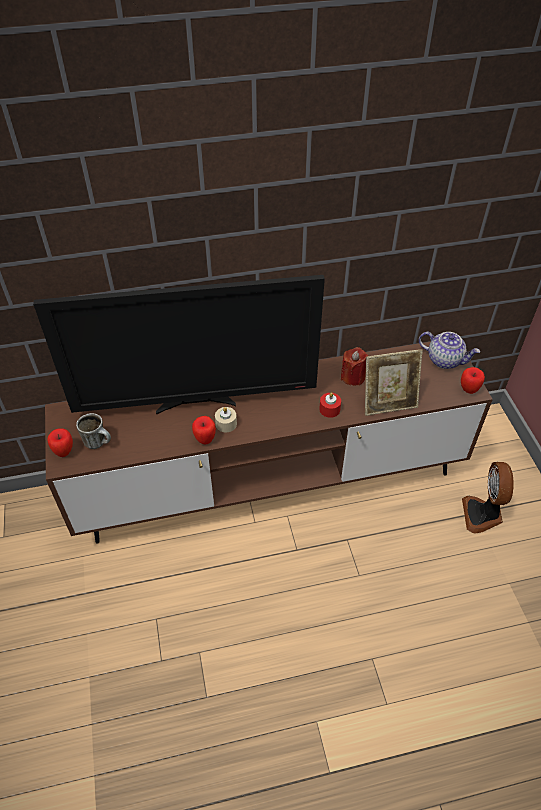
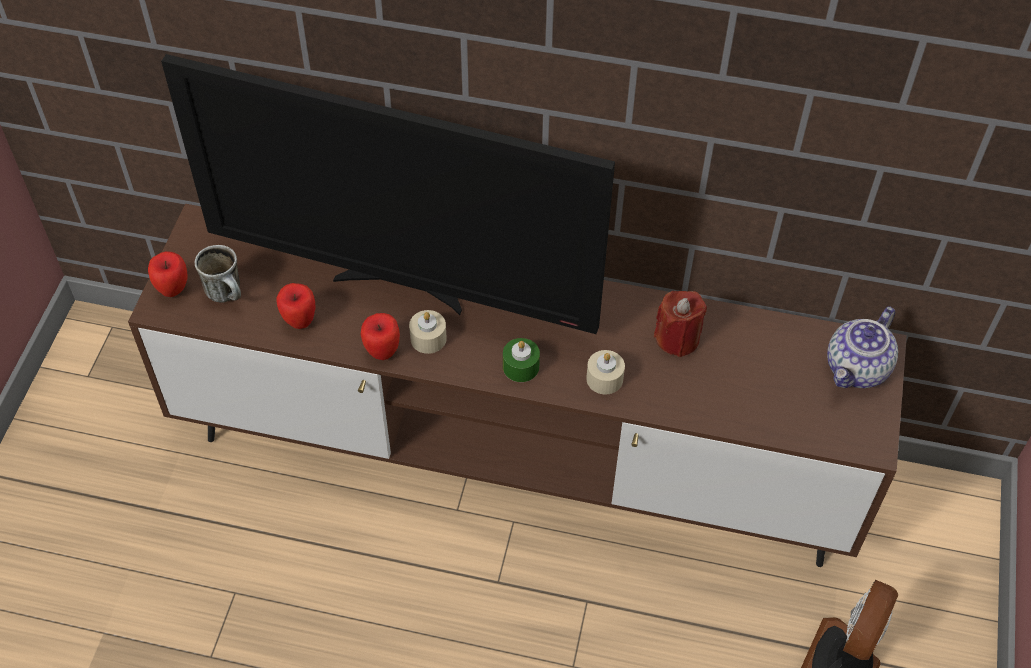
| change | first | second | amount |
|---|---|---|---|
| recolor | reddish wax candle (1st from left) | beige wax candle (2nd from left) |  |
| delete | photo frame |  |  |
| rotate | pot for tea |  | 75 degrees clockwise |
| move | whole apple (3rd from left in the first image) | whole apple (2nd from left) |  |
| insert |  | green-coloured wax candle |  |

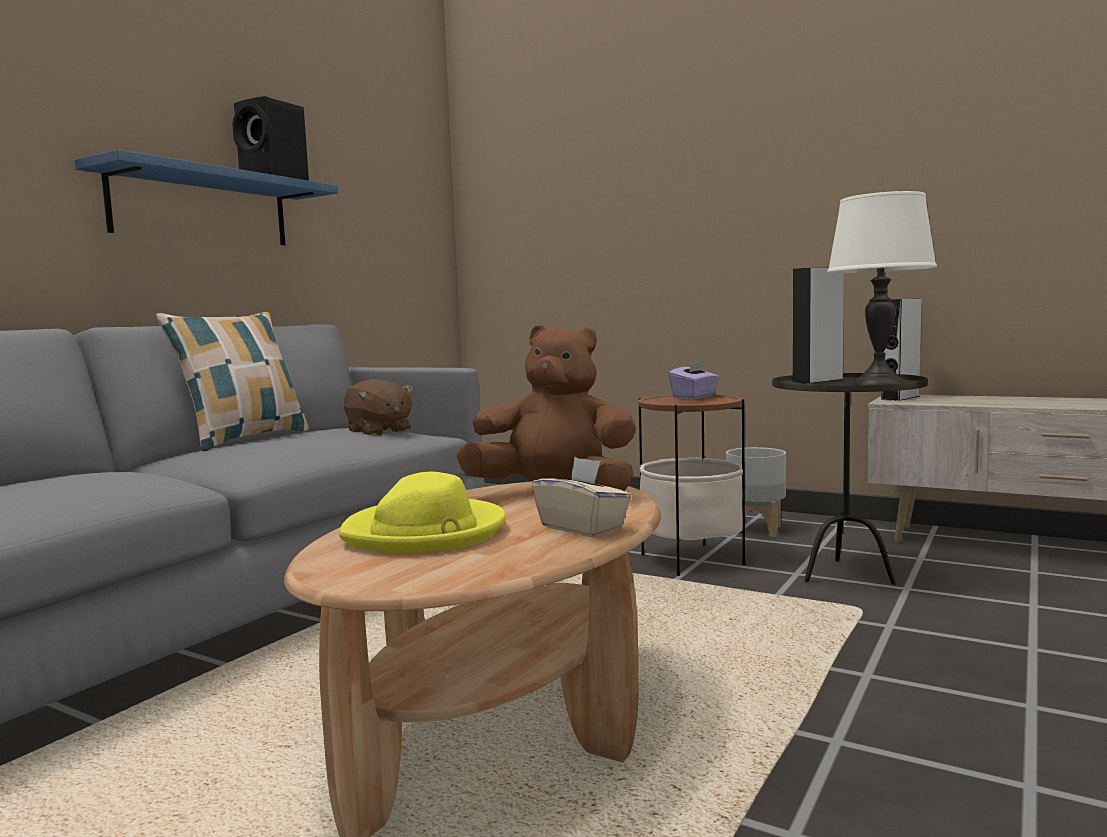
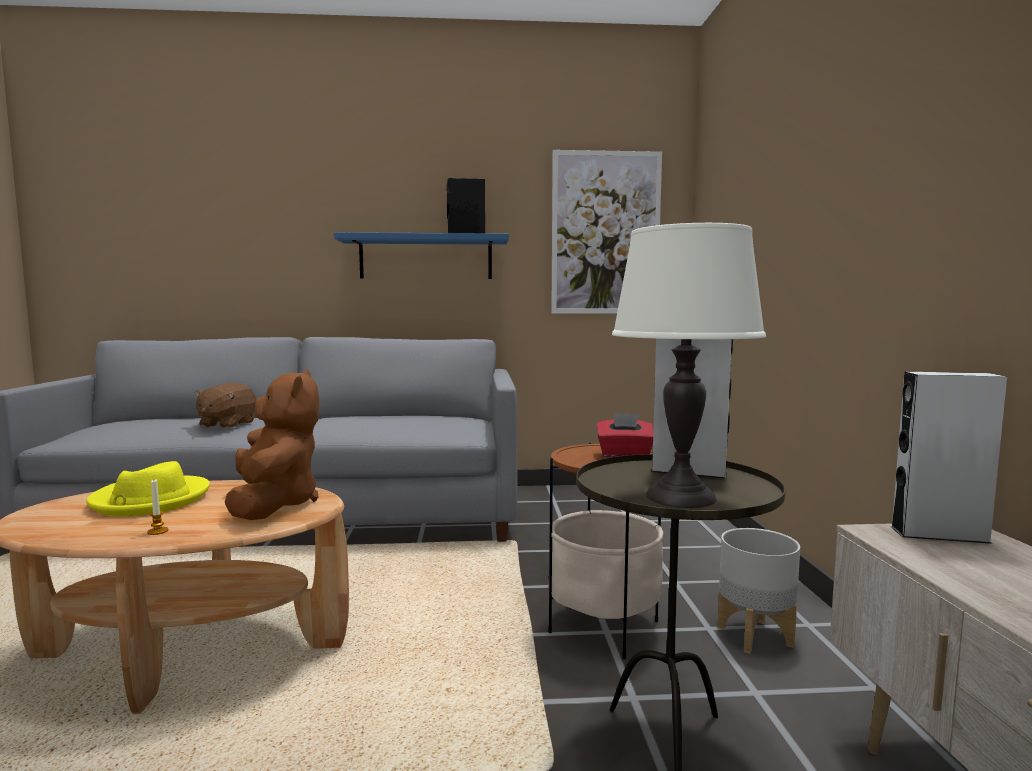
| change | first | second | amount |
|---|---|---|---|
| delete | pillow |  |  |
| move | brown-coloured soft toy (1st from left) |  |  |
| replace | beige tissue holder | wax candle |  |
| recolor | purple-coloured tissue holder | reddish tissue holder |  |
| insert |  | wall picture |  |

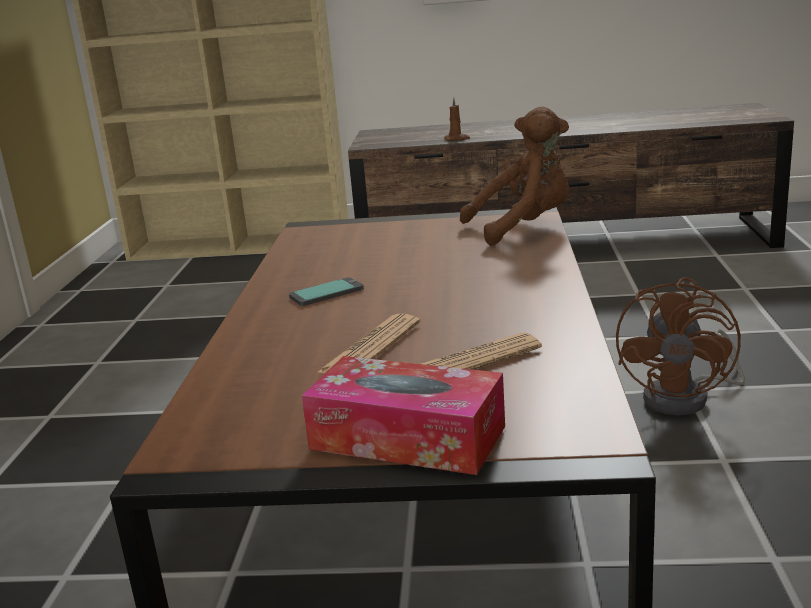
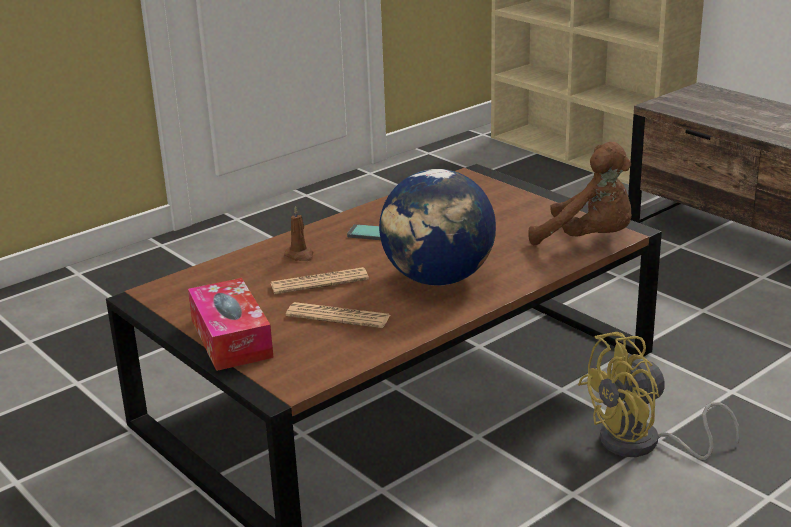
| change | first | second | amount |
|---|---|---|---|
| move | brown-coloured wax candle |  |  |
| recolor | brown-coloured fan | yellow fan |  |
| insert |  | world globe |  |

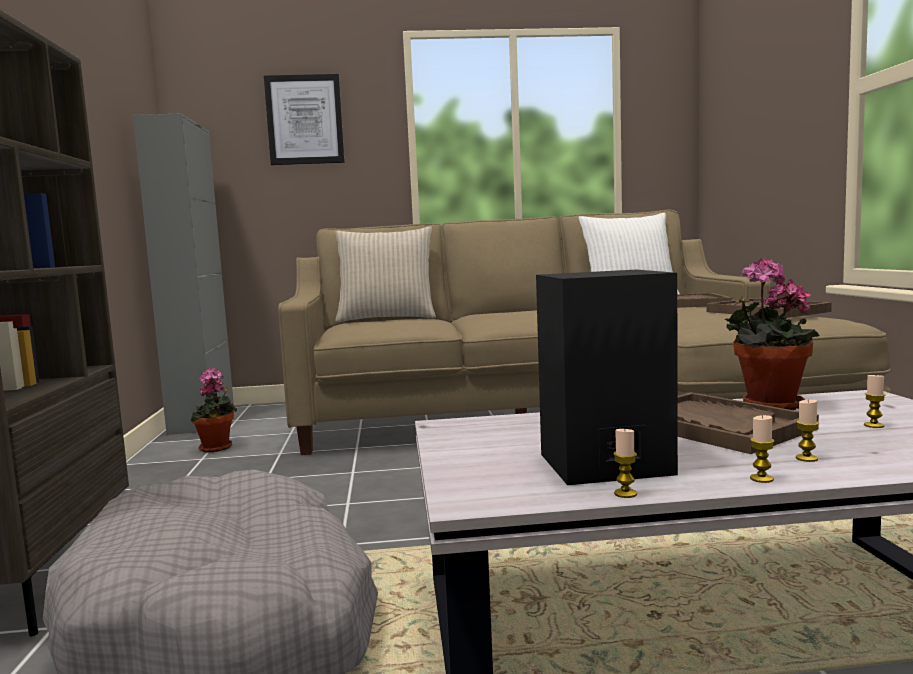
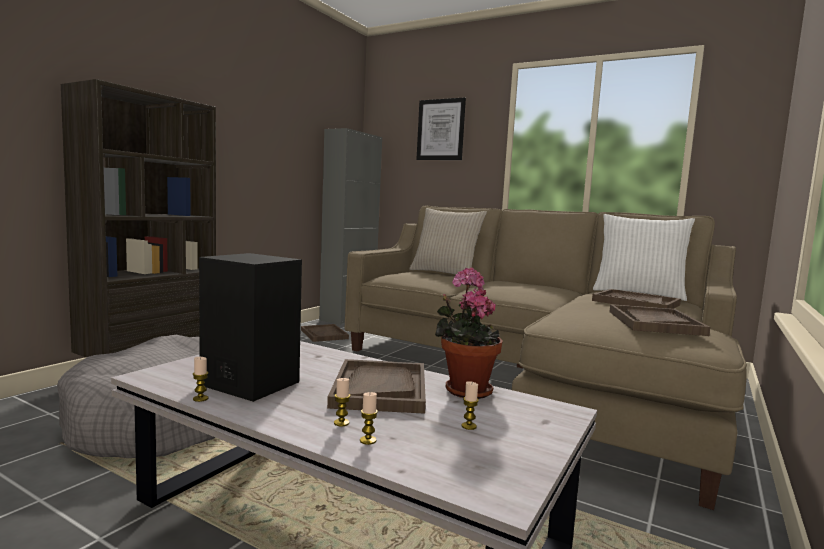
| change | first | second | amount |
|---|---|---|---|
| replace | houseplant (1st from left) | brown-coloured tray (1st from left) |  |
| move | wax candle (2nd from left in the first image) | wax candle (3rd from left) |  |

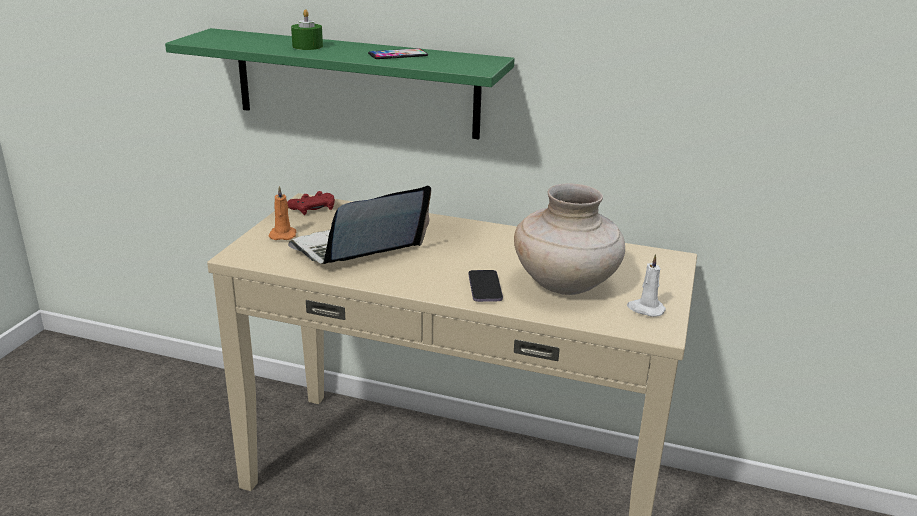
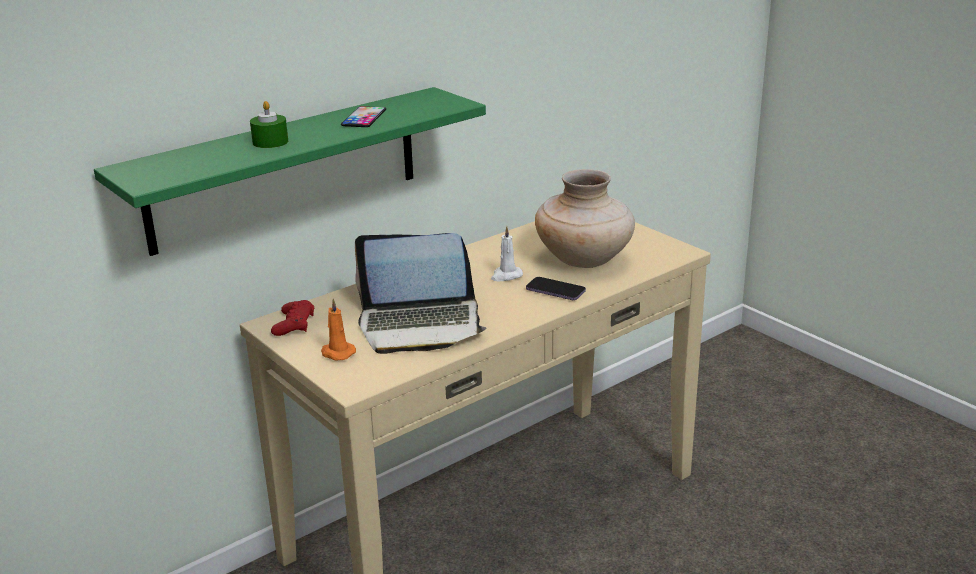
| change | first | second | amount |
|---|---|---|---|
| rotate | portable computer |  | 90 degrees counterclockwise |
| move | white-coloured wax candle |  |  |

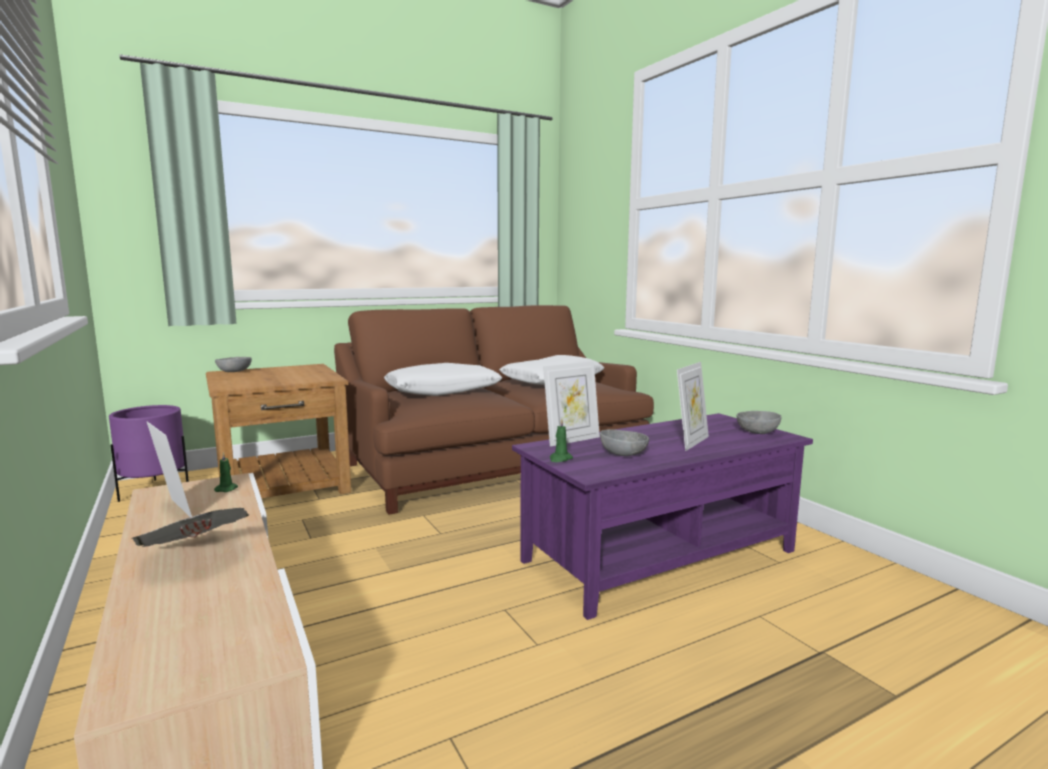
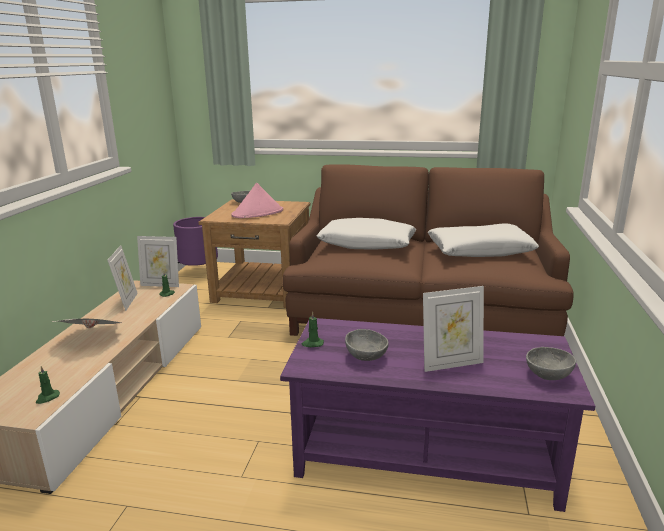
| change | first | second | amount |
|---|---|---|---|
| move | photo frame (2nd from left) |  |  |
| insert |  | green-coloured wax candle (1st from left) |  |
| insert |  | pink-coloured wearable hat |  |

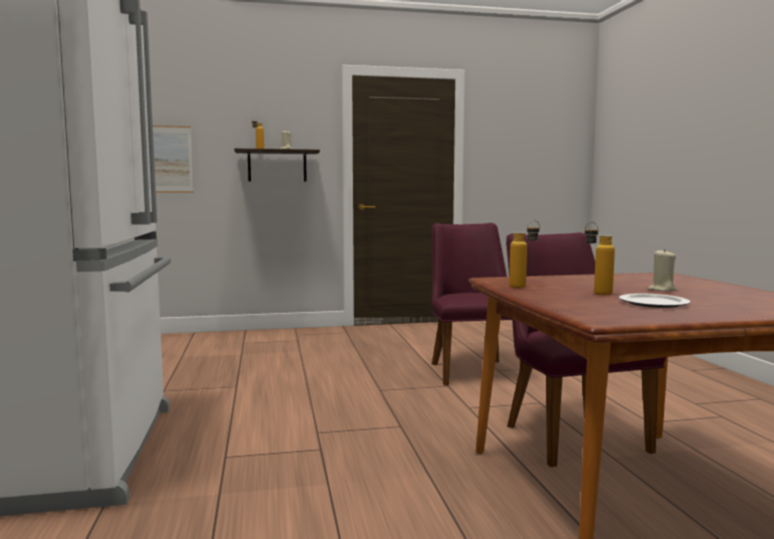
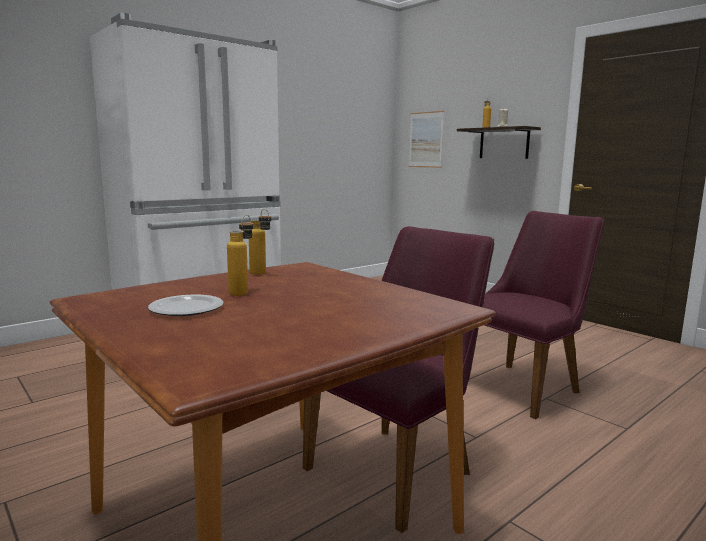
| change | first | second | amount |
|---|---|---|---|
| delete | beige wax candle (2nd from left) |  |  |

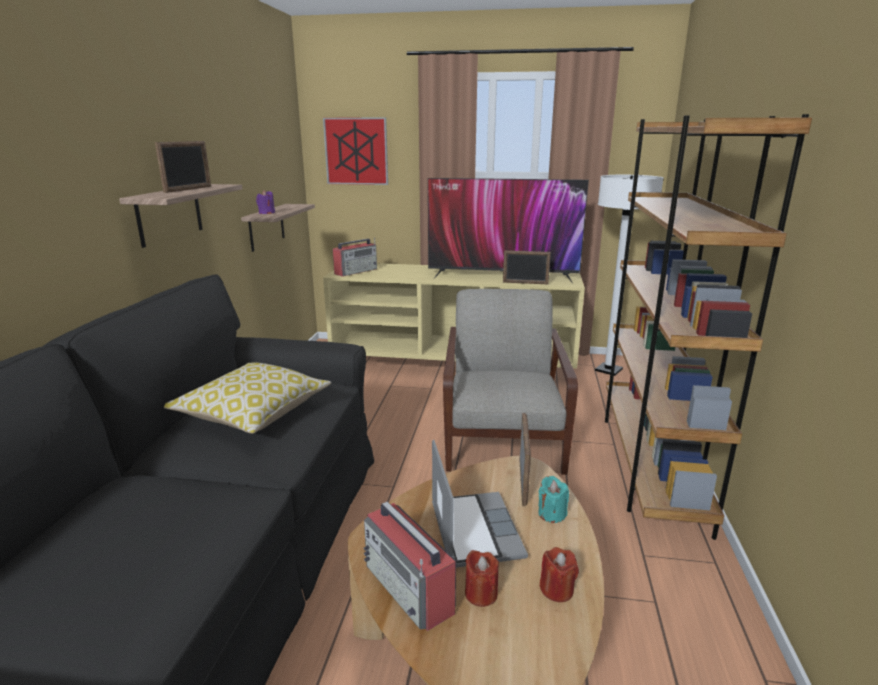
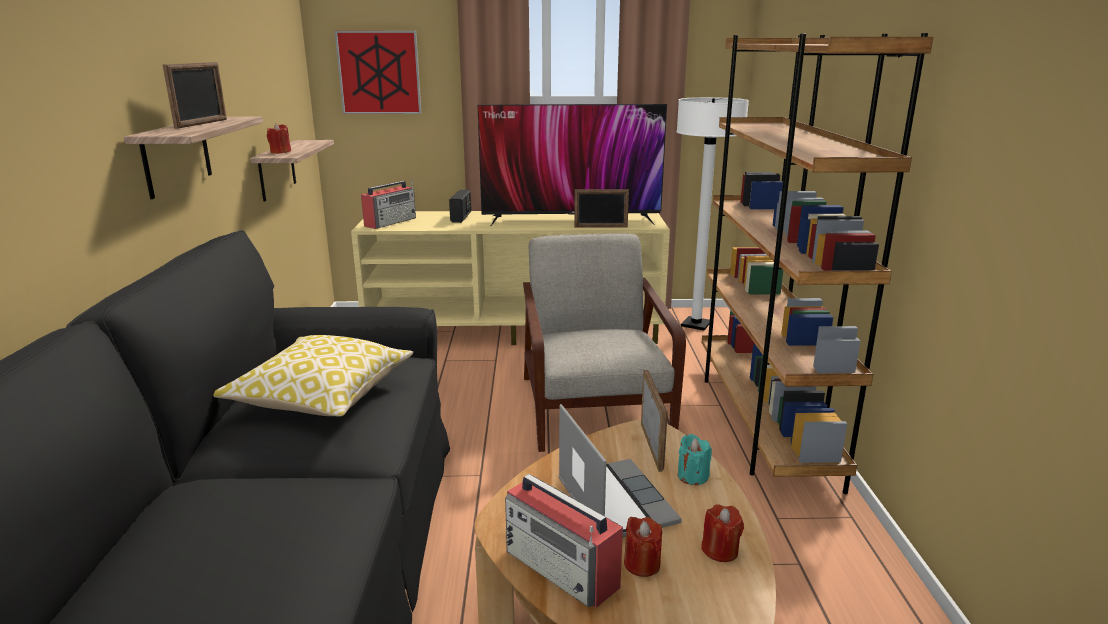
| change | first | second | amount |
|---|---|---|---|
| recolor | purple-coloured wax candle | reddish wax candle (1st from left) |  |
| insert |  | radio receiver (2nd from left) |  |

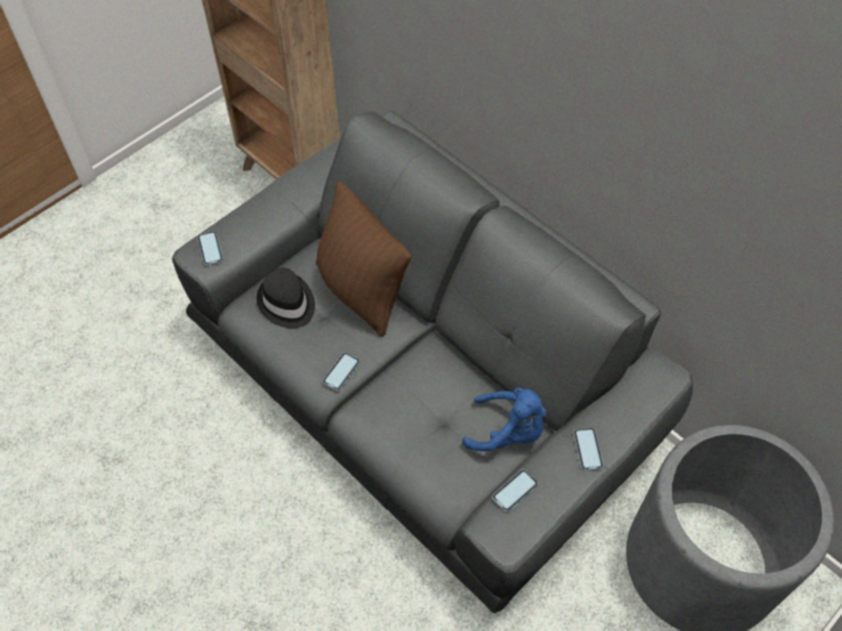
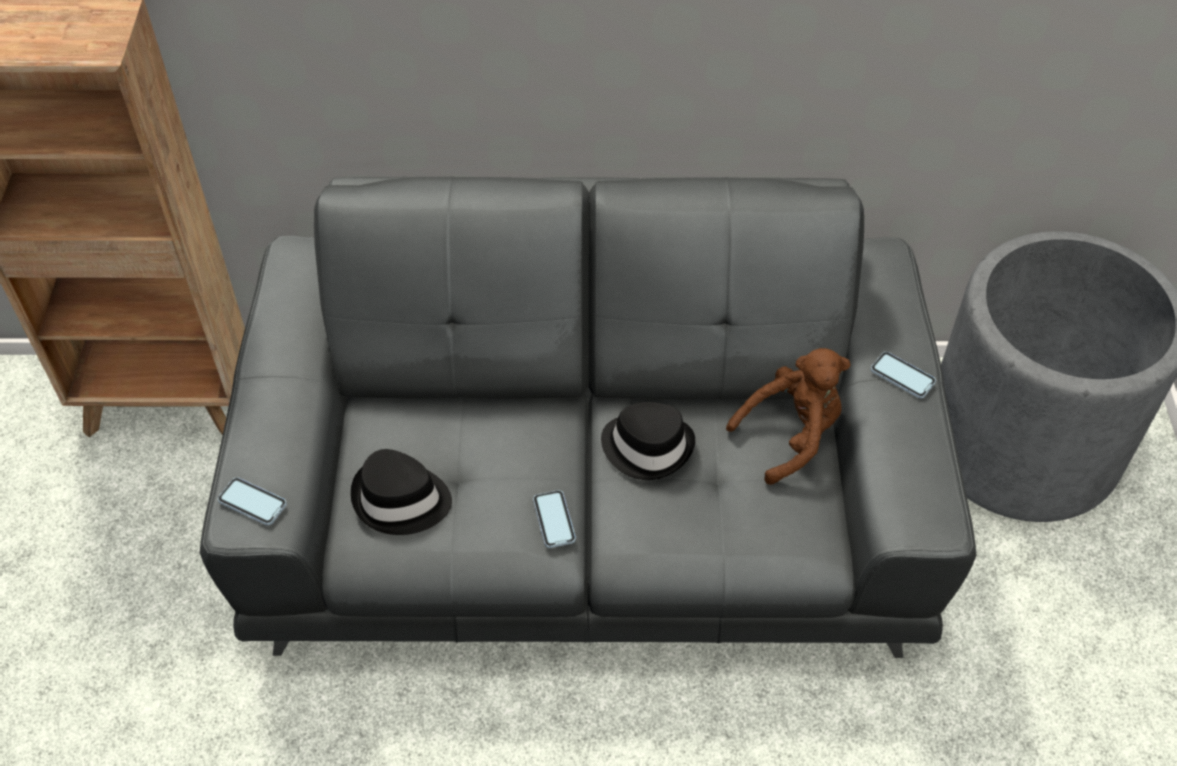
| change | first | second | amount |
|---|---|---|---|
| delete | brown-coloured pillow |  |  |
| recolor | blue-coloured soft toy | brown-coloured soft toy |  |
| delete | phone (3rd from left) |  |  |
| insert |  | blackish wearable hat (2nd from left) |  |

